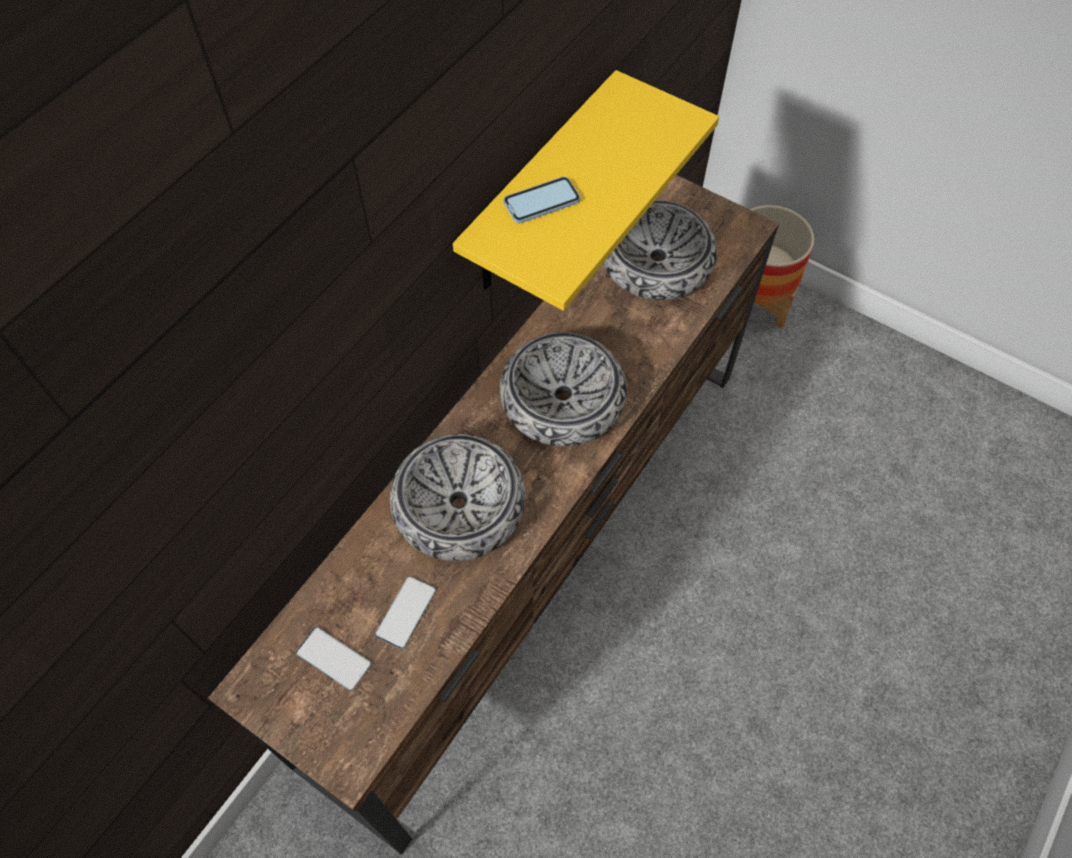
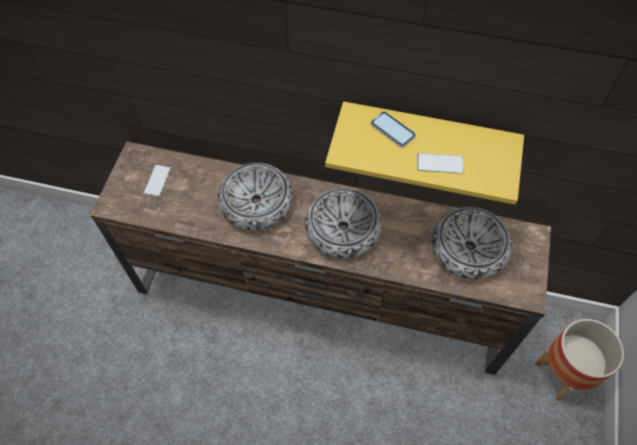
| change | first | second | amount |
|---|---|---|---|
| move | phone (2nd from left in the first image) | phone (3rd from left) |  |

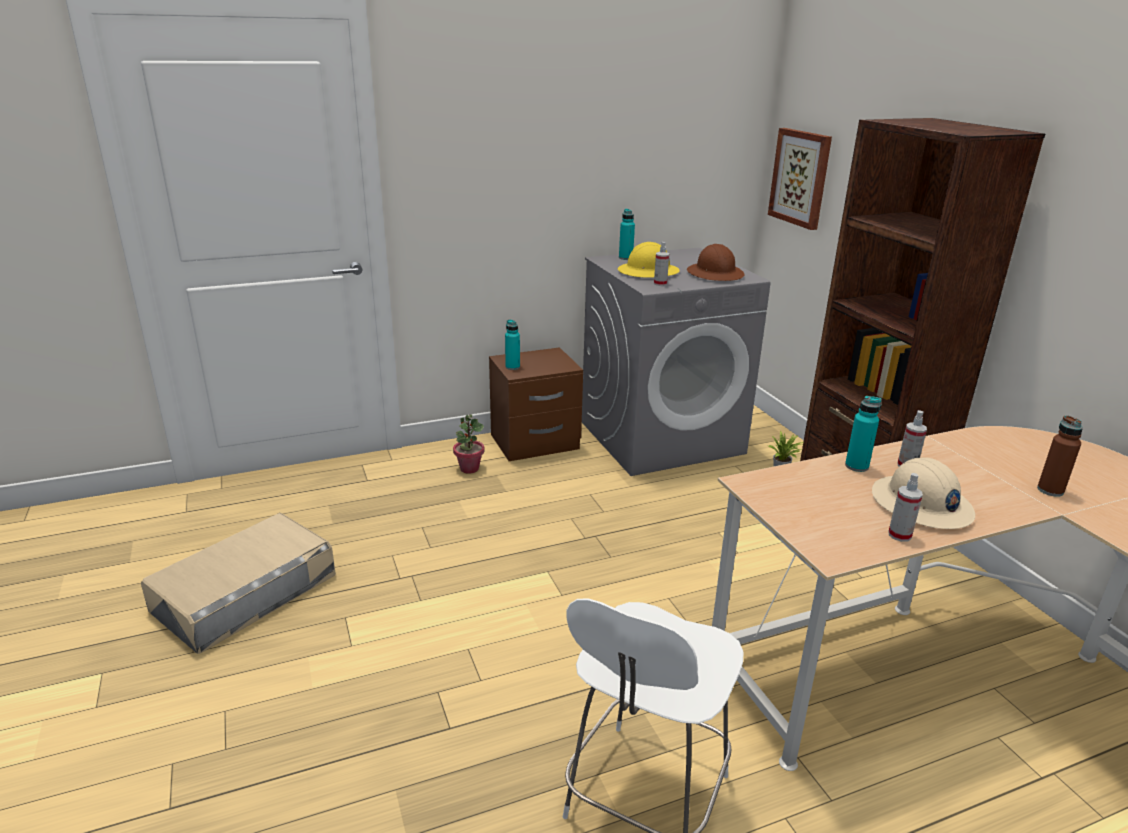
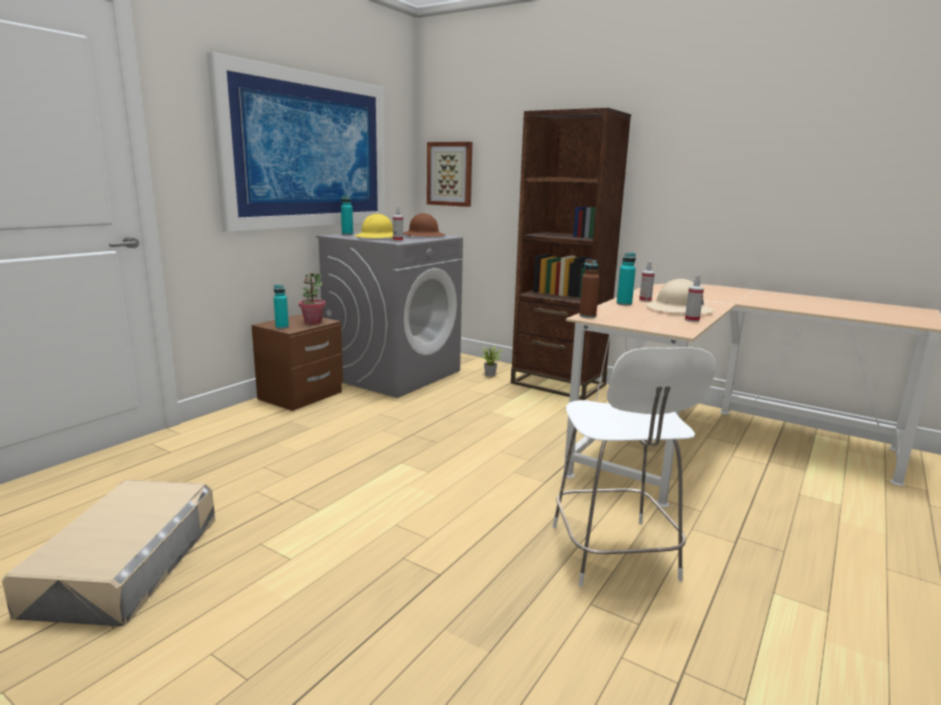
| change | first | second | amount |
|---|---|---|---|
| move | houseplant (1st from left) |  |  |
| move | brown-coloured bottle |  |  |
| insert |  | wall picture (1st from left) |  |

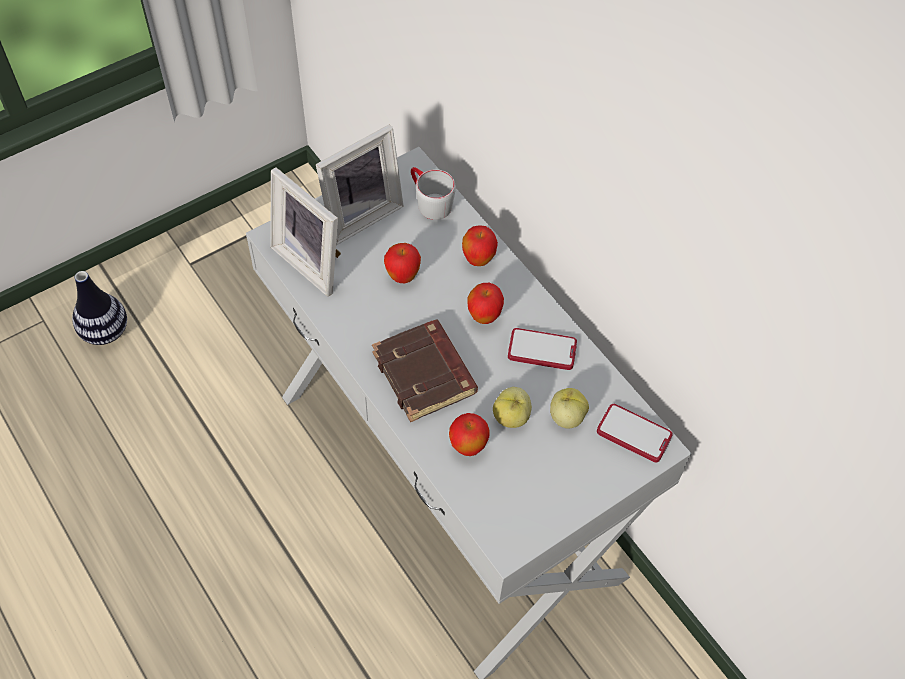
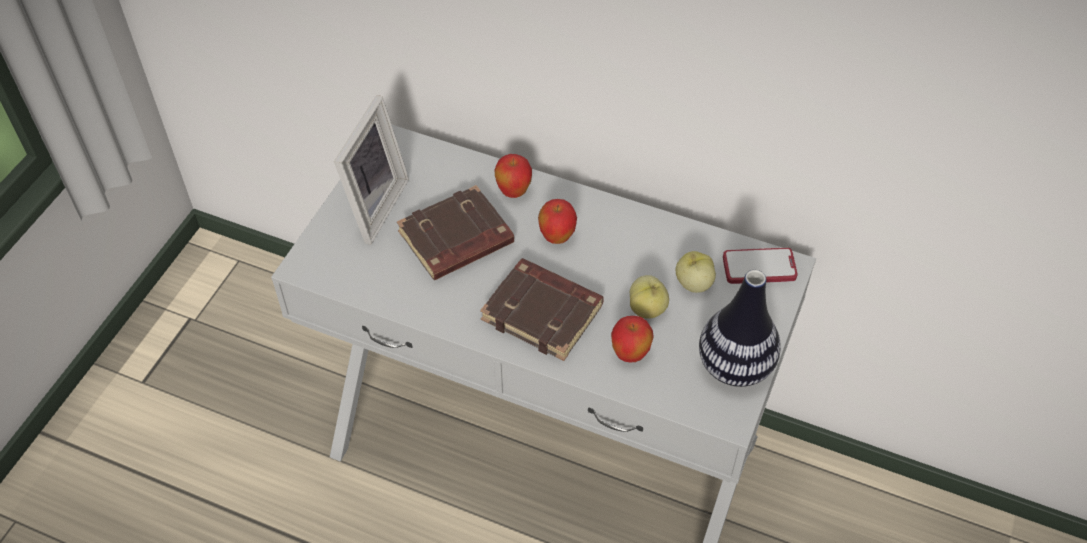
| change | first | second | amount |
|---|---|---|---|
| move | vase |  |  |
| delete | photo frame (1st from left) |  |  |
| replace | whole apple (1st from left) | brown-coloured volume (1st from left) |  |
| delete | gray tea mug |  |  |
| delete | phone (1st from left) |  |  |

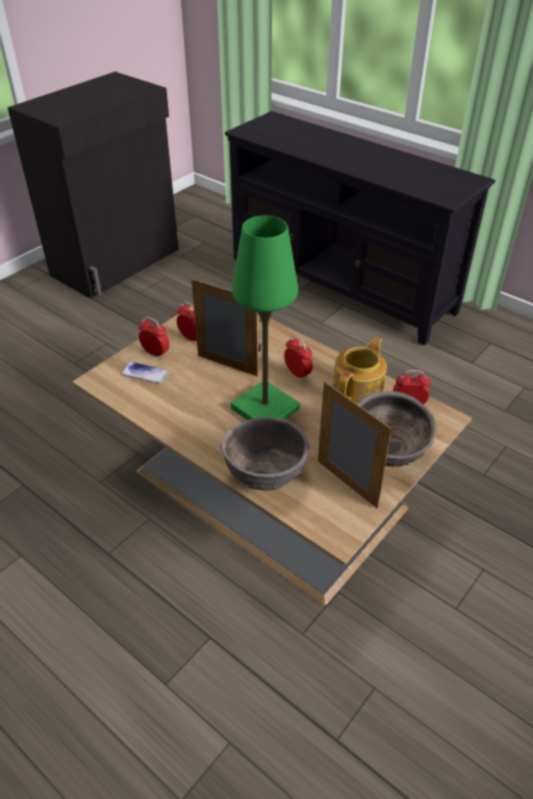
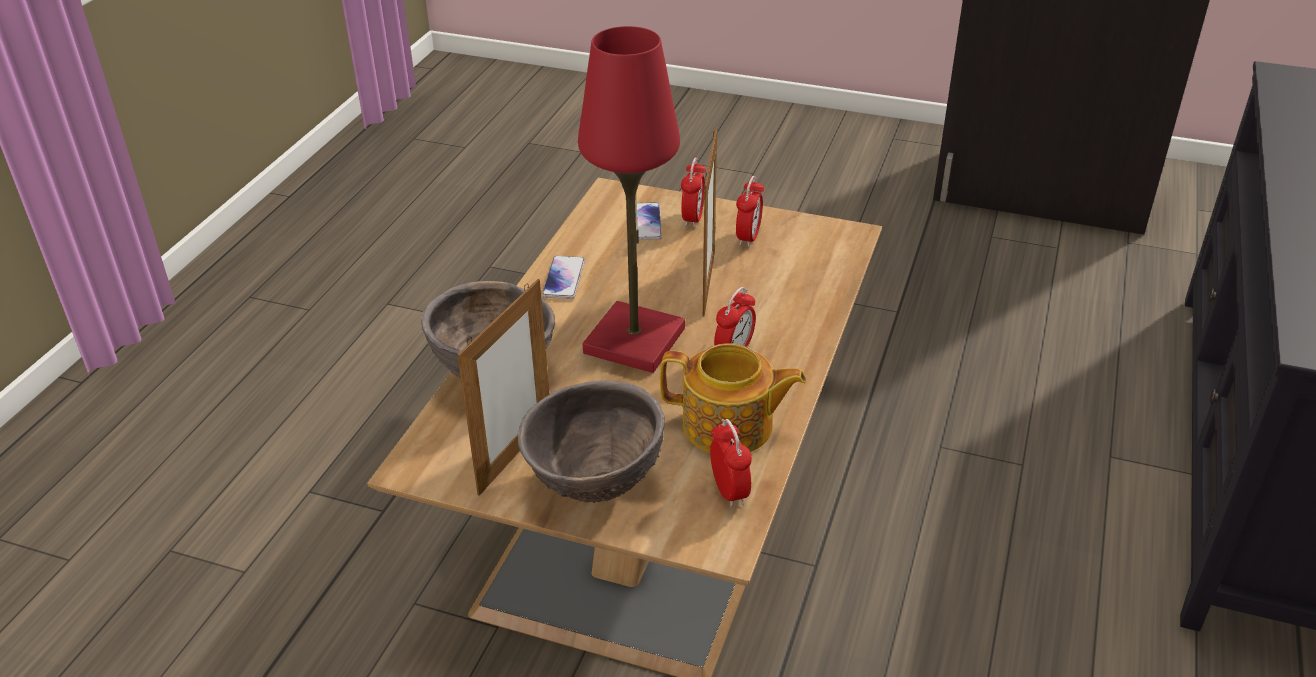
| change | first | second | amount |
|---|---|---|---|
| recolor | green-coloured lamp for a table | reddish lamp for a table |  |
| insert |  | phone (1st from left) |  |

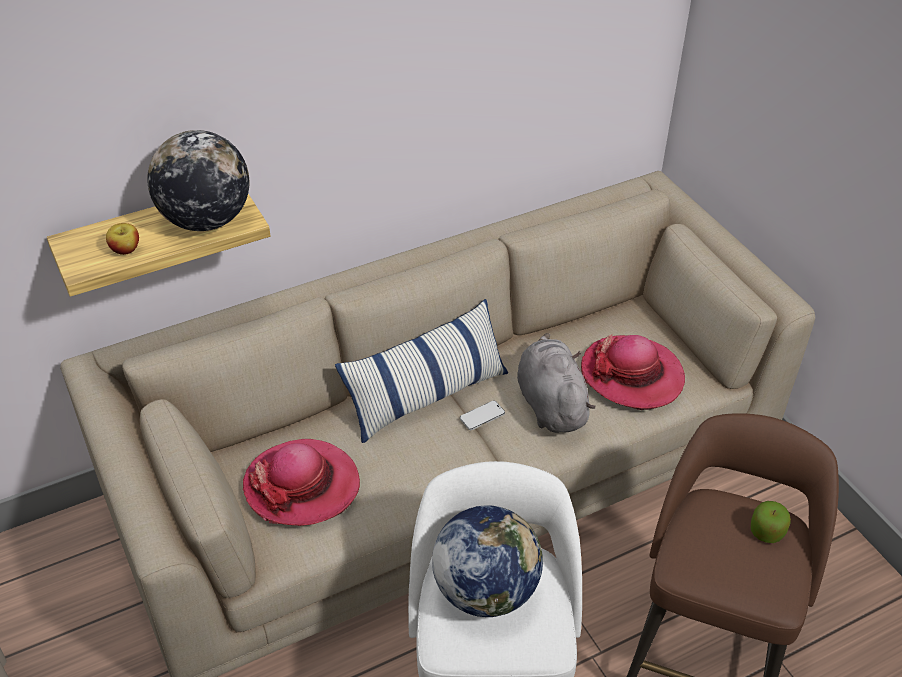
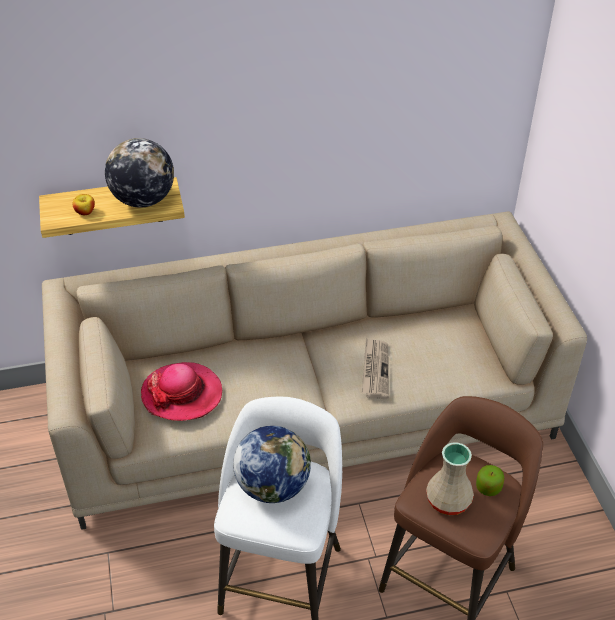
| change | first | second | amount |
|---|---|---|---|
| delete | pillow |  |  |
| delete | phone |  |  |
| replace | gray soft toy | newspaper |  |
| delete | wearable hat (2nd from left) |  |  |
| insert |  | beige vase |  |

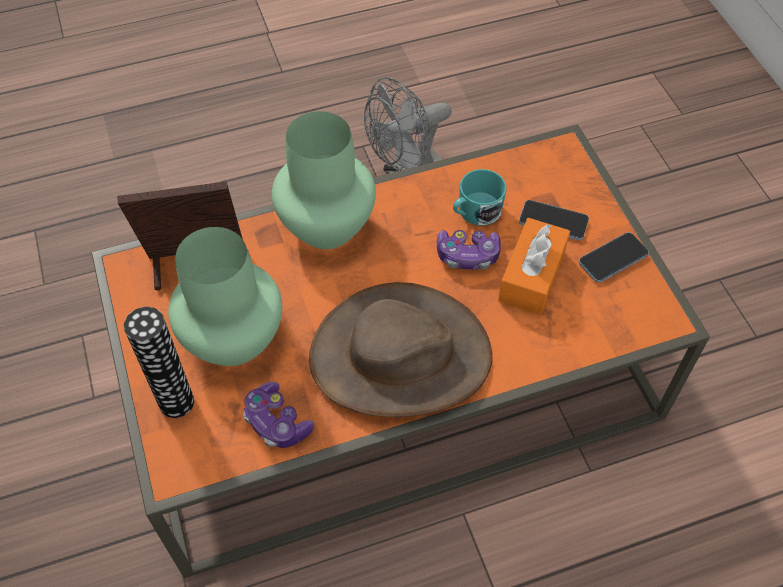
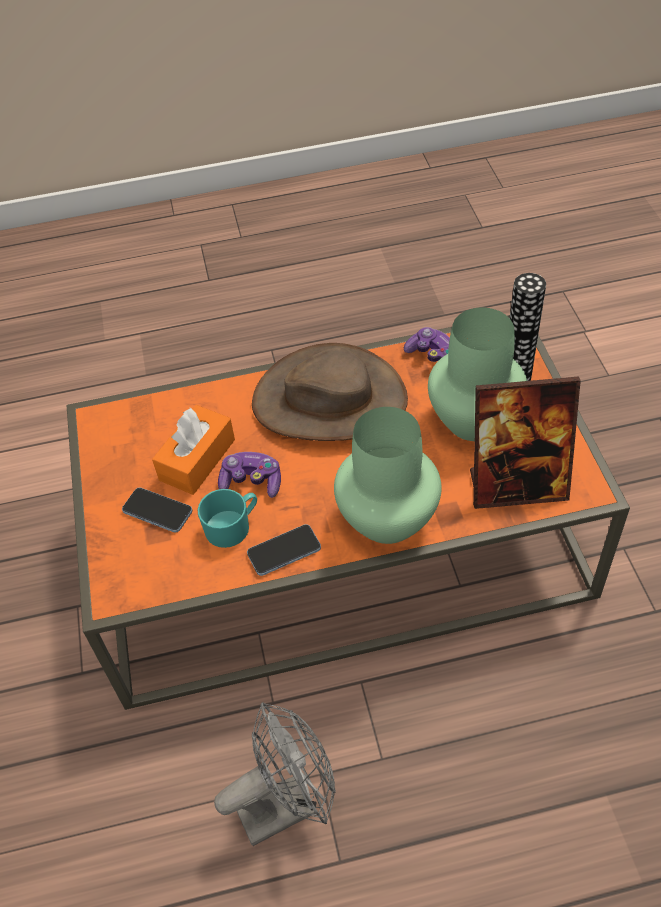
| change | first | second | amount |
|---|---|---|---|
| move | phone (2nd from left) |  |  |

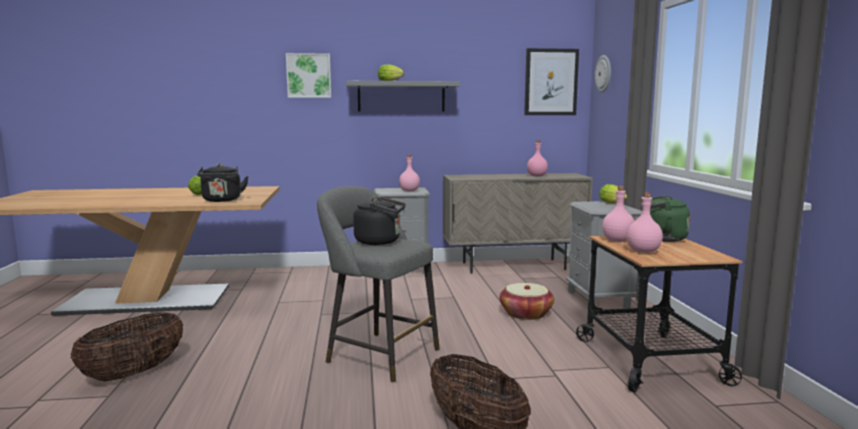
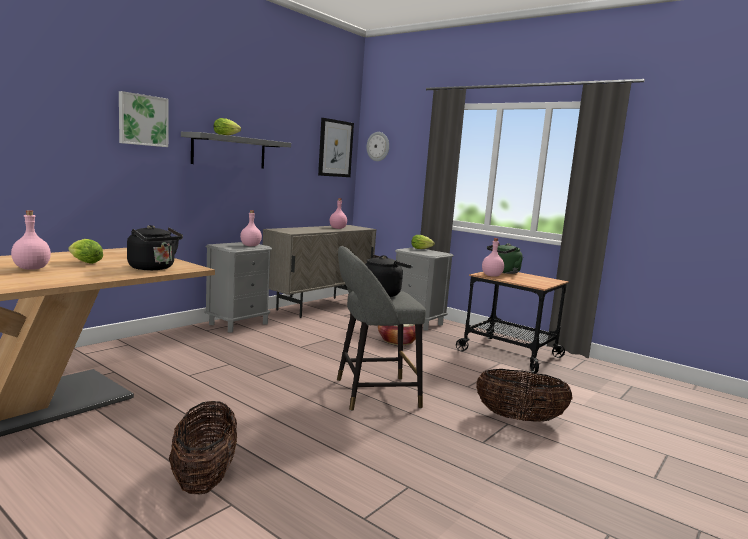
| change | first | second | amount |
|---|---|---|---|
| move | pink-coloured bottle (4th from left in the first image) | pink-coloured bottle (1st from left) |  |

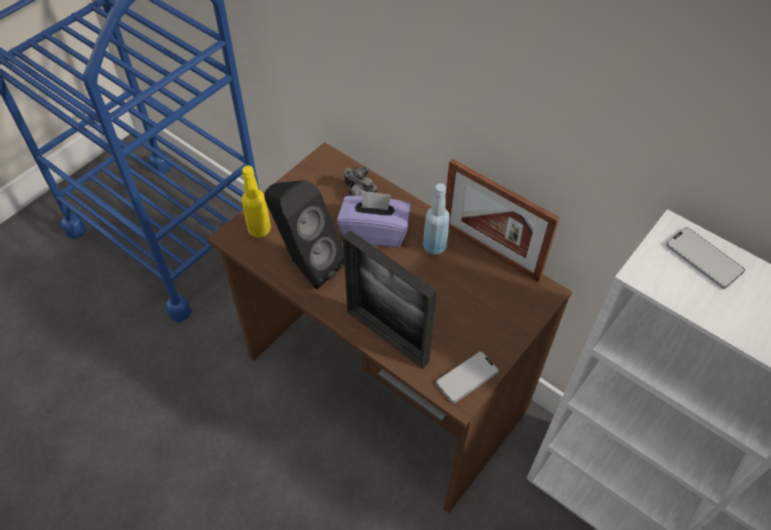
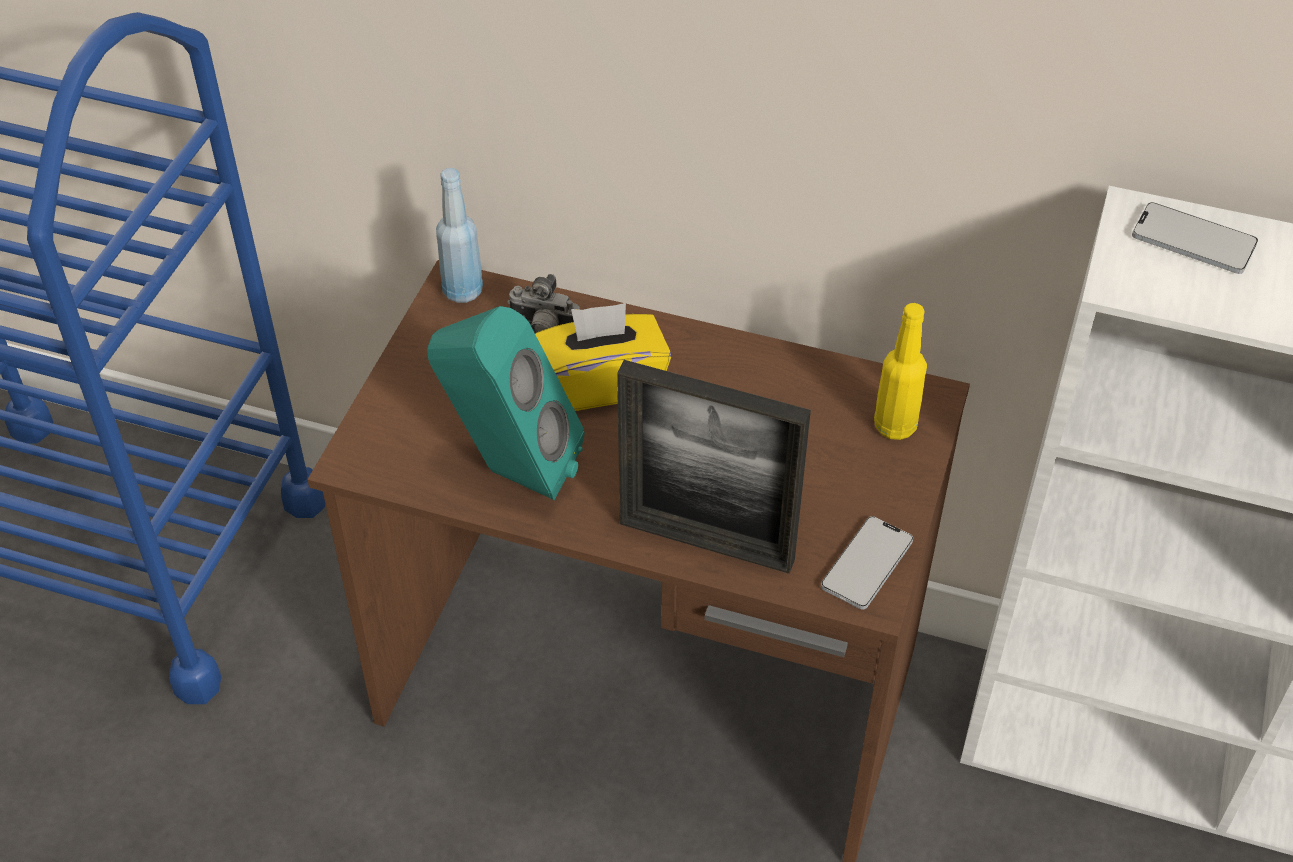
| change | first | second | amount |
|---|---|---|---|
| move | yellow bottle |  |  |
| recolor | blackish loudspeaker | blue-green loudspeaker |  |
| recolor | purple-coloured tissue holder | yellow tissue holder |  |
| move | blue-coloured bottle |  |  |
| delete | photo frame (2nd from left) |  |  |

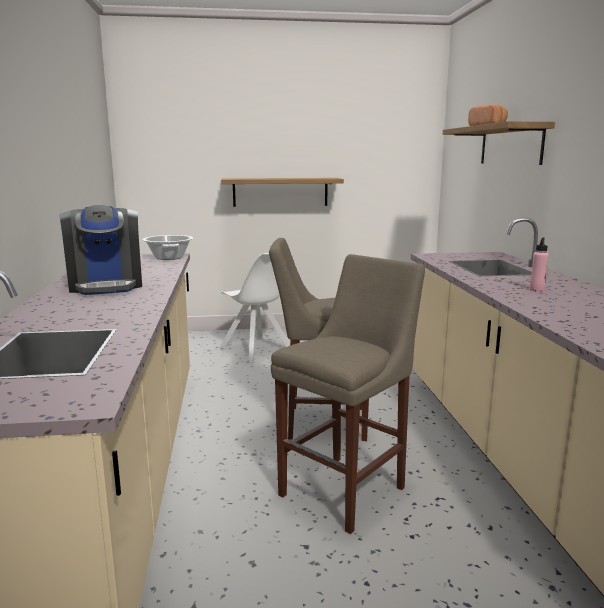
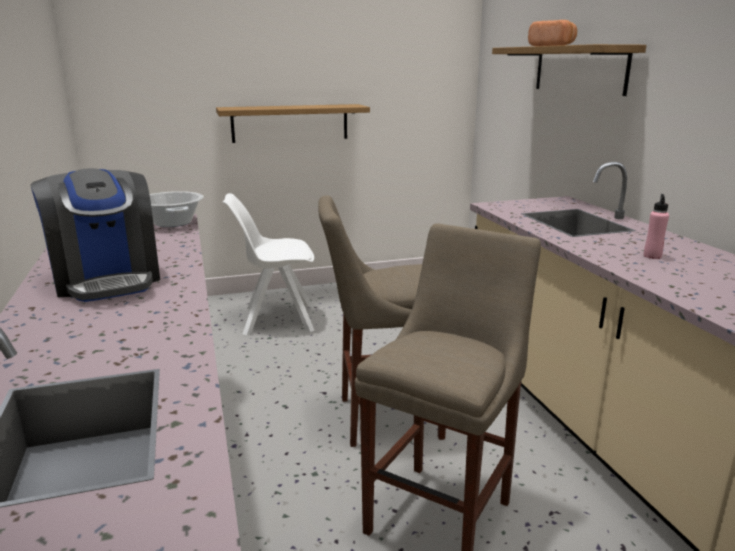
| change | first | second | amount |
|---|---|---|---|
| rotate | white-coloured plain chair |  | 135 degrees clockwise |

